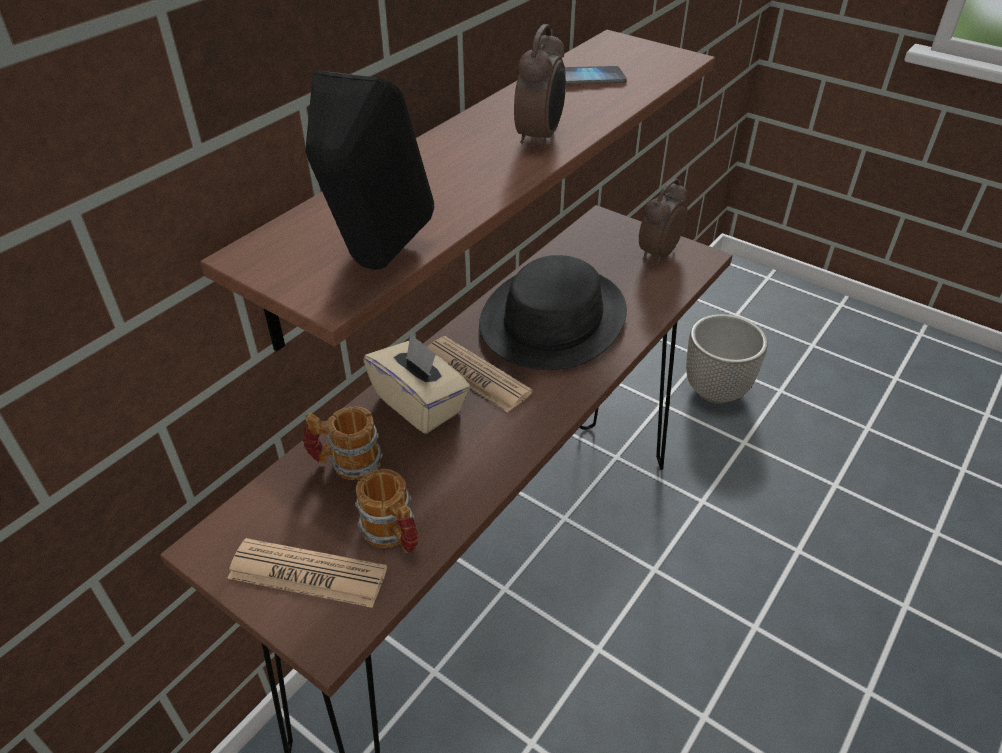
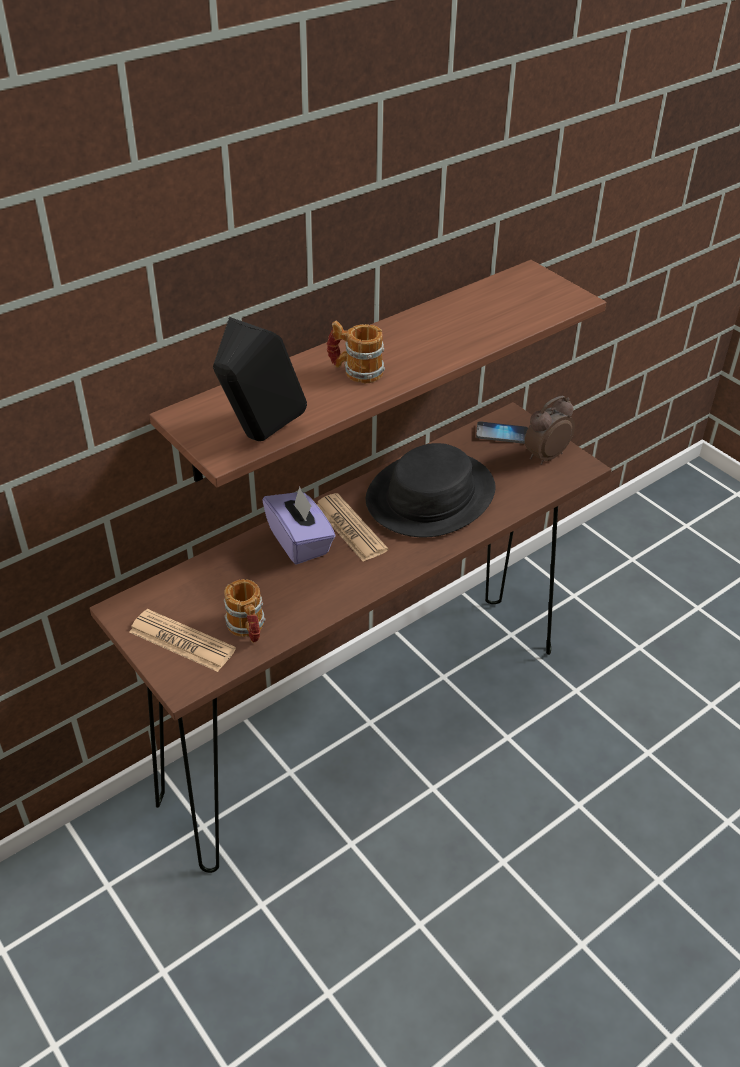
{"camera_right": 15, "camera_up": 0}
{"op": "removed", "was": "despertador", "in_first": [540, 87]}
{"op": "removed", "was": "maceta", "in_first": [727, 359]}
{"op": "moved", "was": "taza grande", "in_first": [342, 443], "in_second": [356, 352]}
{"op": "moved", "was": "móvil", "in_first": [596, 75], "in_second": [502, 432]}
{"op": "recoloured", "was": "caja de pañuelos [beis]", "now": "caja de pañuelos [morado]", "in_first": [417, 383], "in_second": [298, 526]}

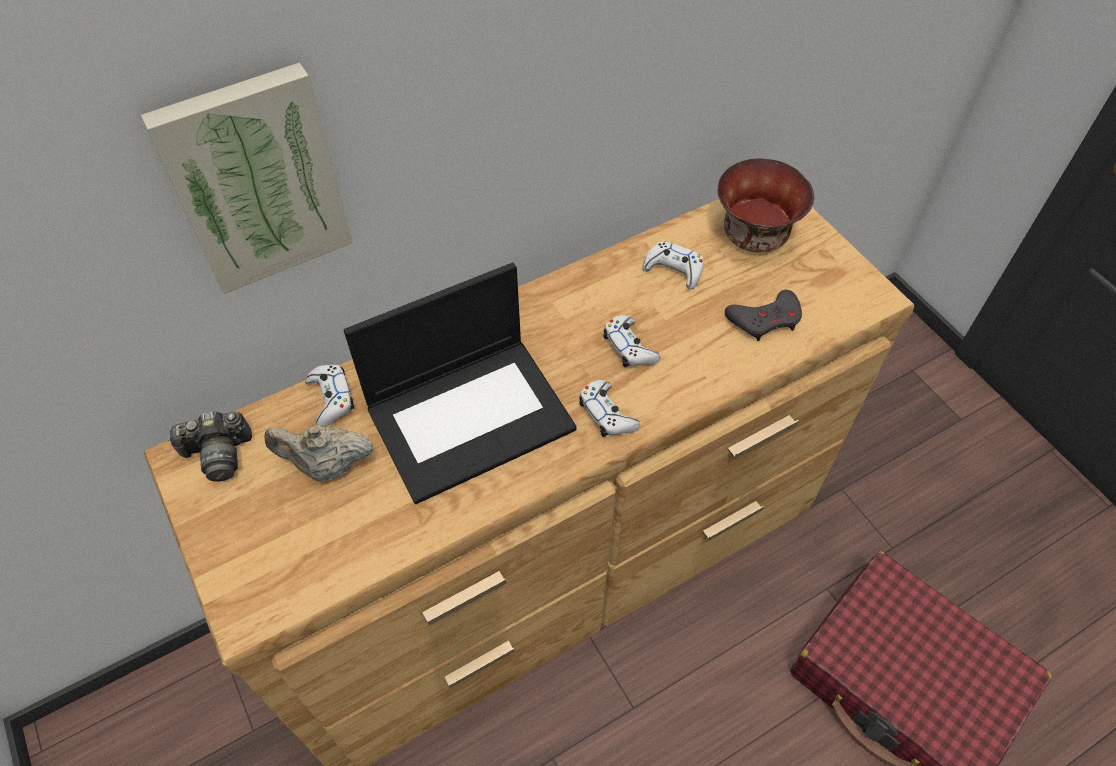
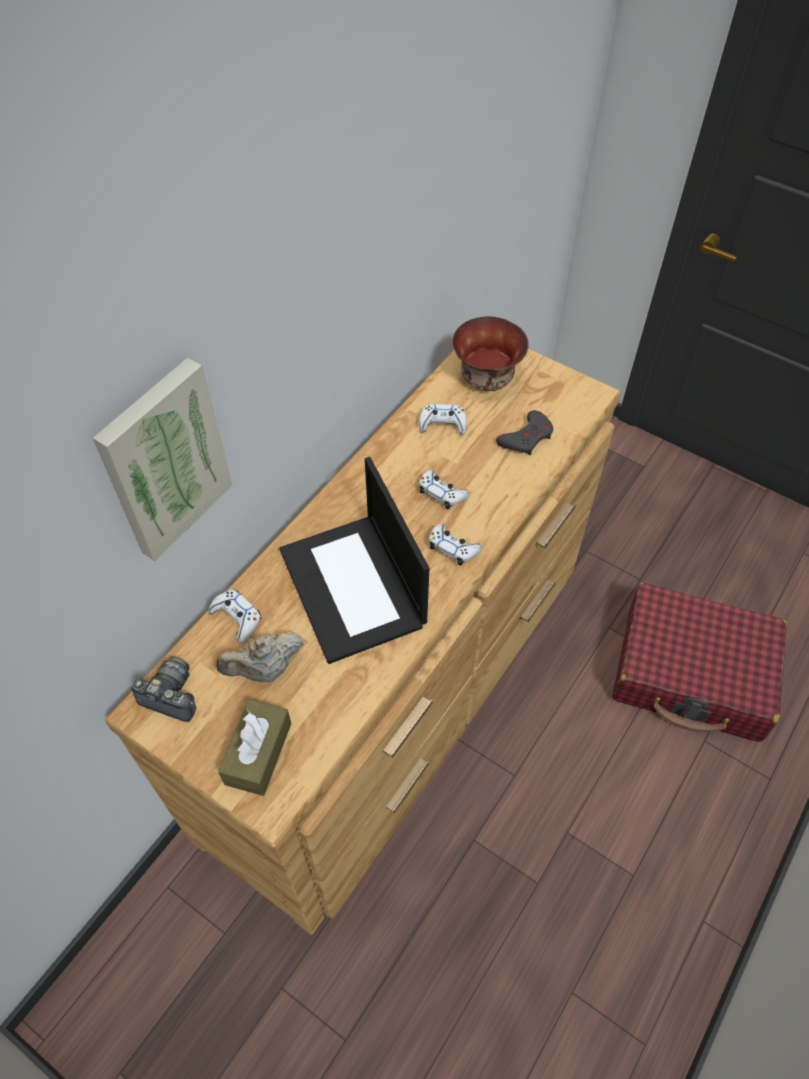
{"camera_right": -25, "camera_up": 0}
{"op": "added", "now": "caja de pañuelos [marrón]", "in_second": [254, 747]}
{"op": "turned", "was": "cámara", "in_first": [210, 446], "in_second": [163, 689], "clockwise": -120}
{"op": "turned", "was": "portátil", "in_first": [460, 383], "in_second": [354, 560], "clockwise": 120}

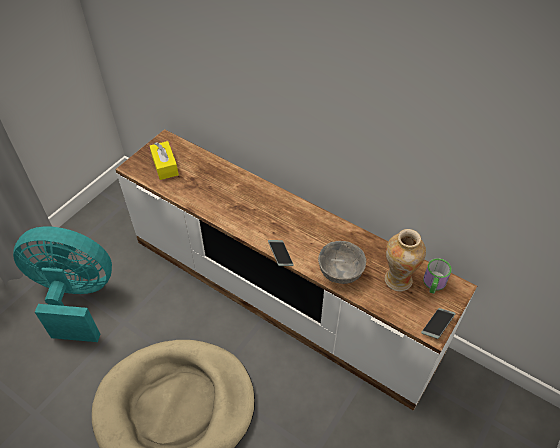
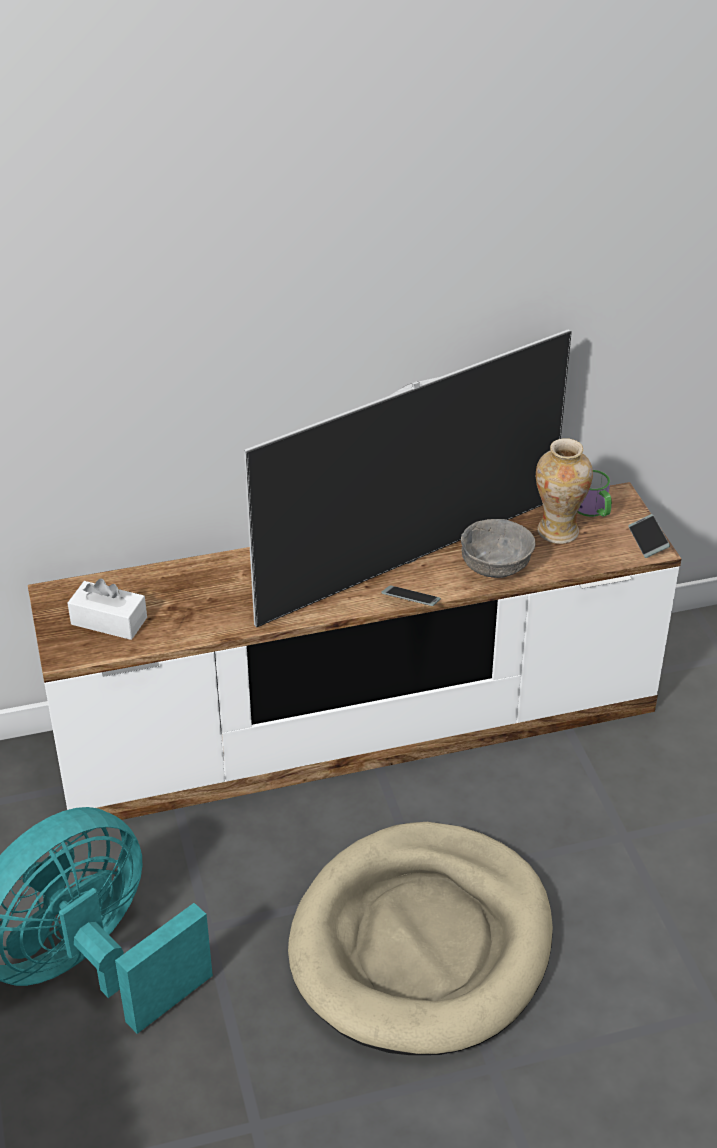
{"camera_right": -50, "camera_up": -10}
{"op": "added", "now": "televisor", "in_second": [408, 478]}
{"op": "recoloured", "was": "caja de pañuelos [amarillo]", "now": "caja de pañuelos [blanco]", "in_first": [164, 160], "in_second": [107, 609]}

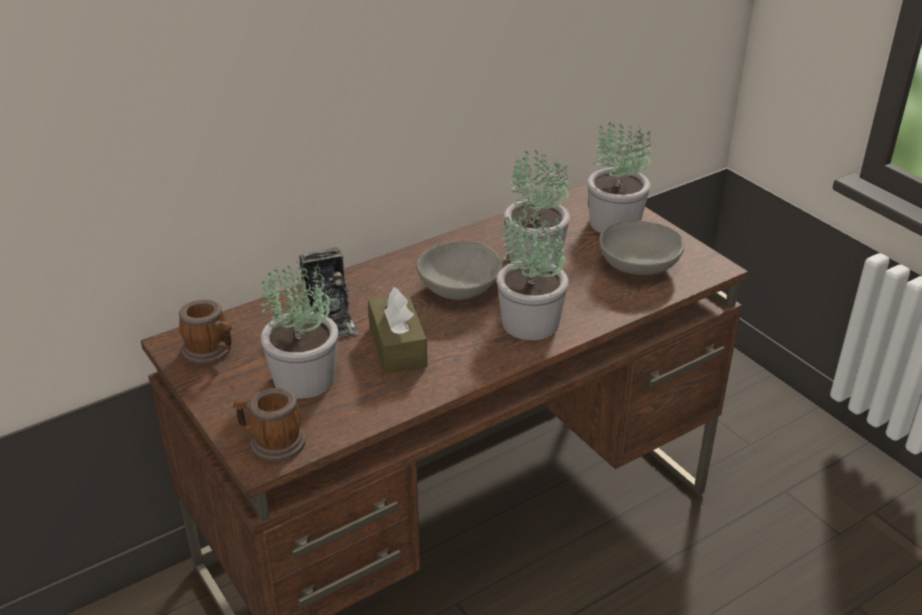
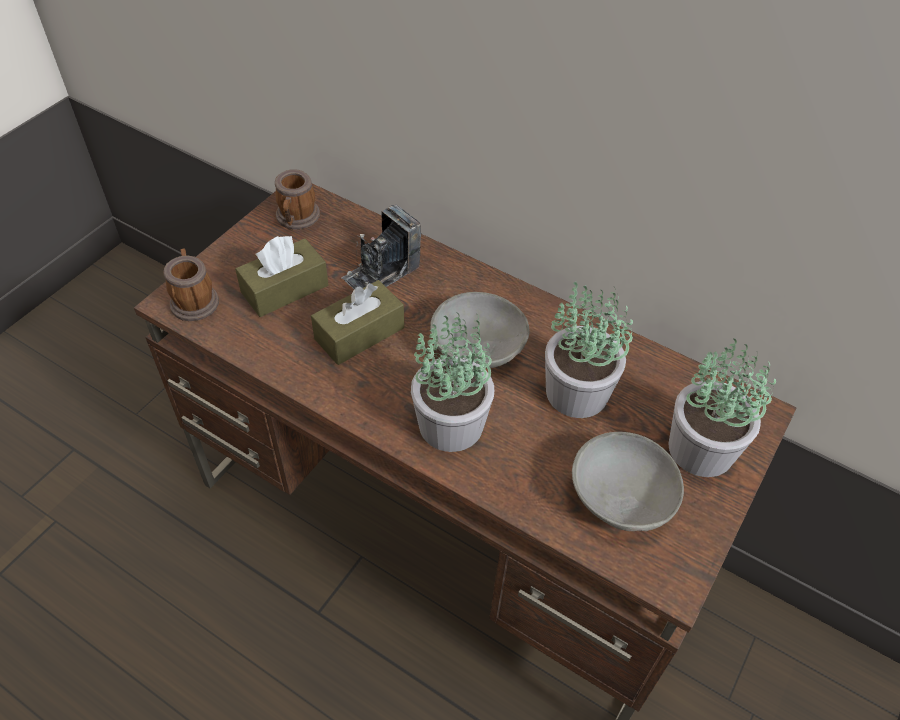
{"camera_right": 65, "camera_up": 15}
{"op": "replaced", "was": "planta en maceta", "now": "caja de pañuelos [marrón]", "in_first": [299, 329], "in_second": [281, 276]}

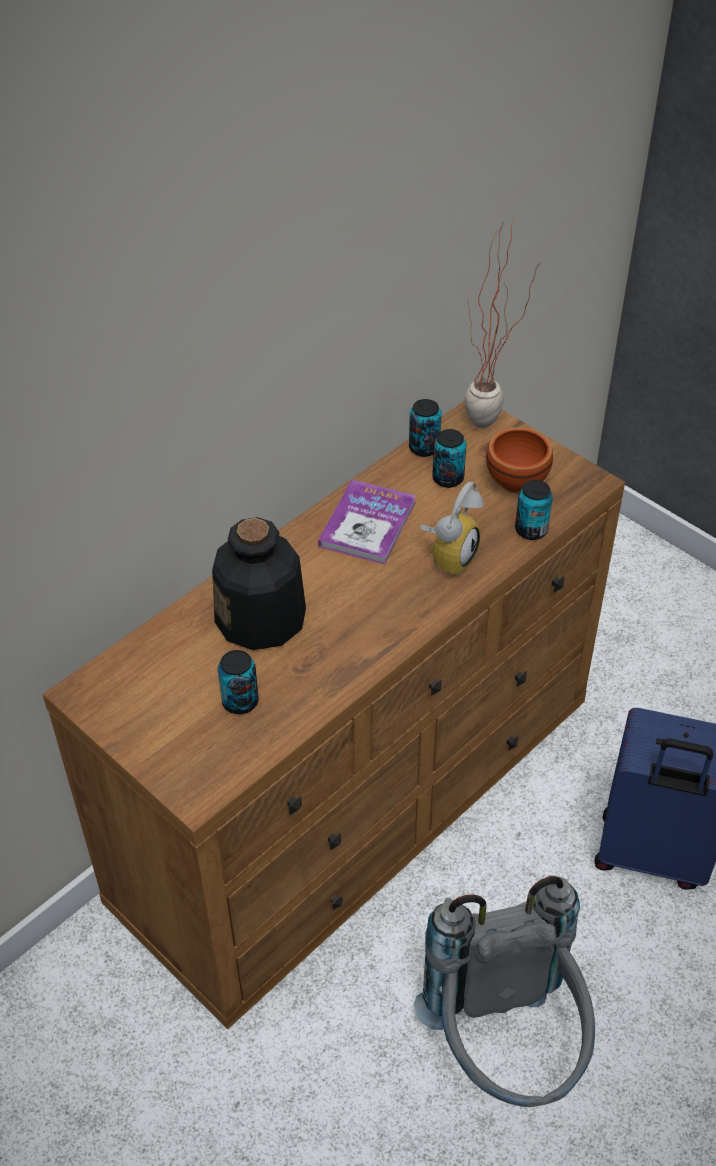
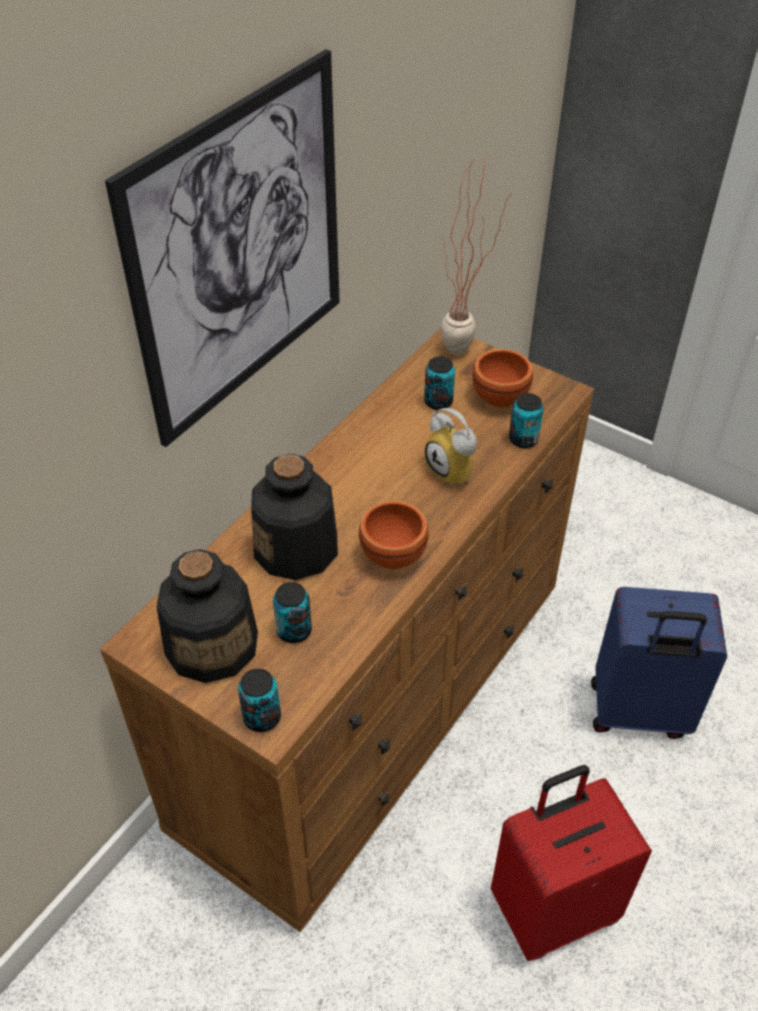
{"camera_right": -10, "camera_up": 0}
{"op": "removed", "was": "libro", "in_first": [367, 522]}
{"op": "added", "now": "cuadro", "in_second": [222, 248]}
{"op": "added", "now": "botella", "in_second": [207, 616]}
{"op": "added", "now": "cuenco [marrón]", "in_second": [394, 535]}
{"op": "moved", "was": "lata", "in_first": [425, 428], "in_second": [259, 700]}
{"op": "replaced", "was": "mochila [gris]", "now": "maleta [rojo]", "in_first": [504, 991], "in_second": [571, 863]}
{"op": "turned", "was": "despertador", "in_first": [452, 529], "in_second": [451, 447], "clockwise": 120}

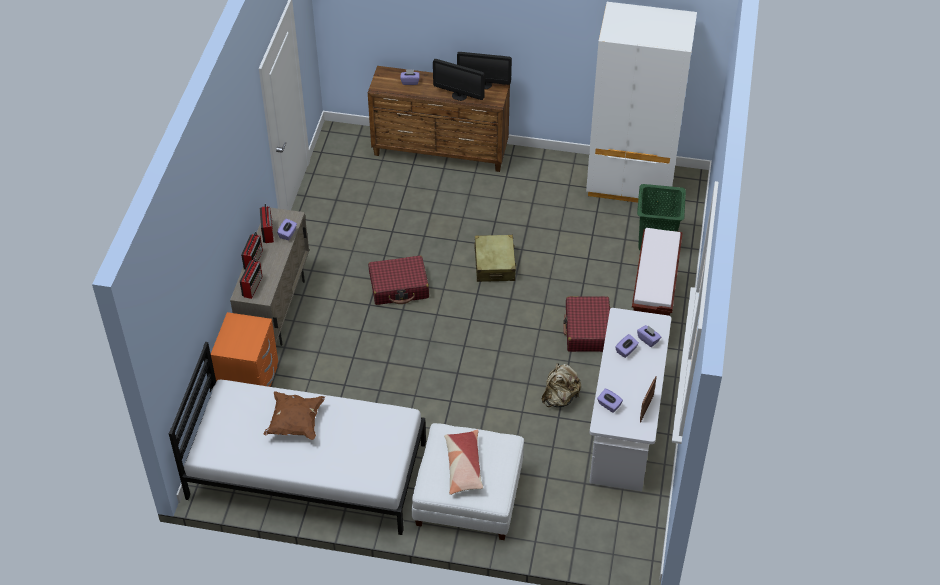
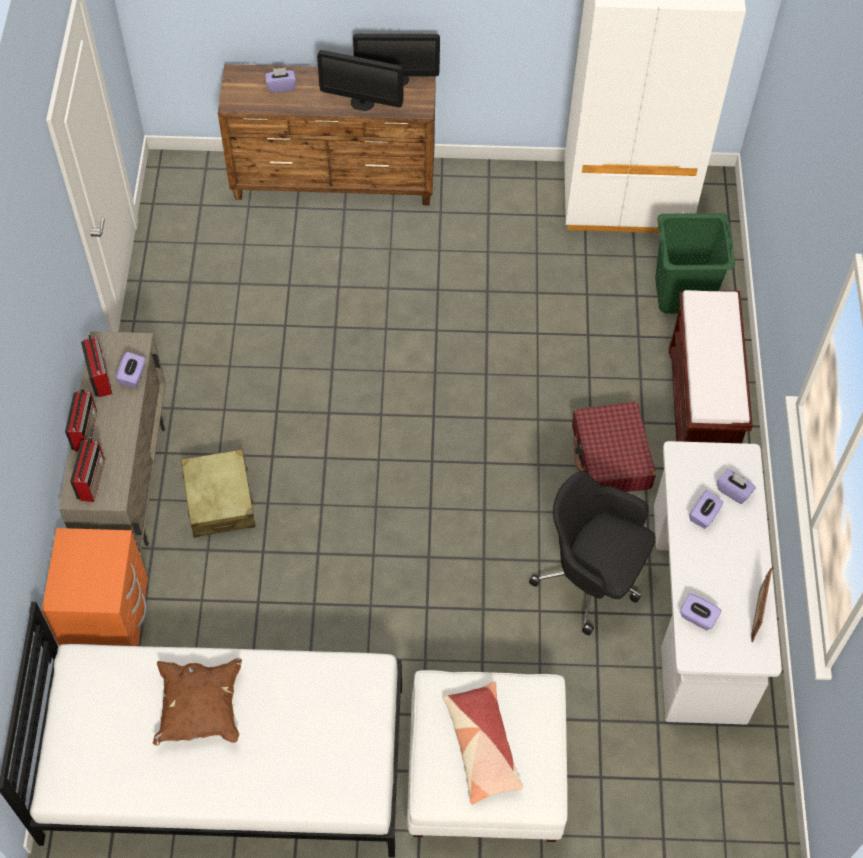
{"camera_right": -10, "camera_up": 10}
{"op": "removed", "was": "maleta [rojo]", "in_first": [398, 280]}
{"op": "moved", "was": "maleta [beis]", "in_first": [495, 258], "in_second": [218, 493]}
{"op": "replaced", "was": "mochila [beis]", "now": "silla de oficina [negro]", "in_first": [561, 385], "in_second": [592, 553]}

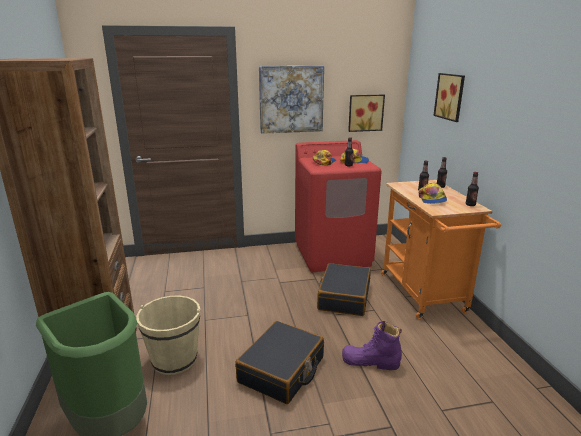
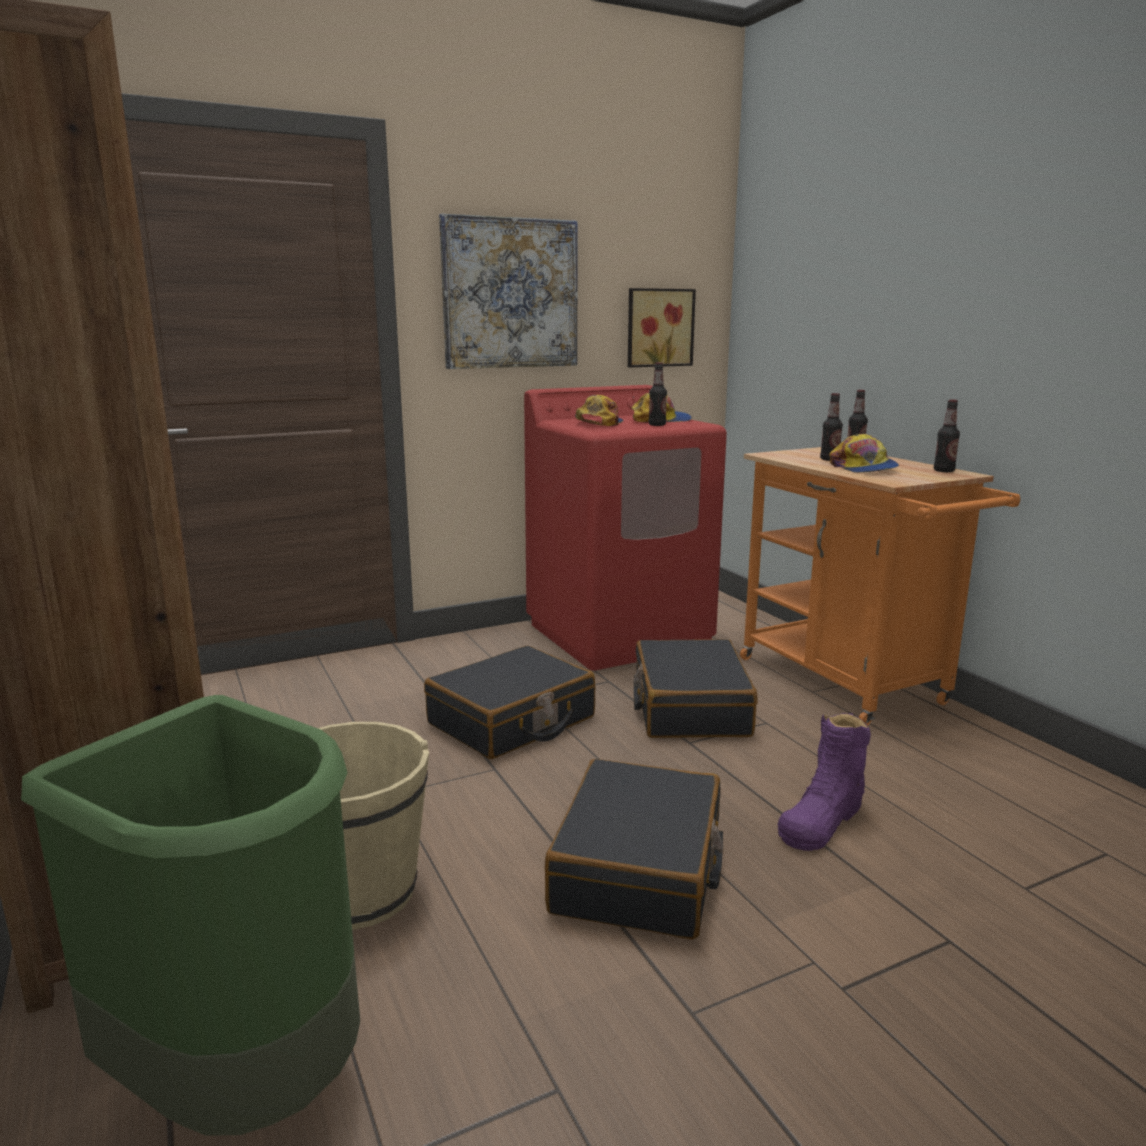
{"camera_right": -15, "camera_up": -5}
{"op": "removed", "was": "cuadro", "in_first": [449, 97]}
{"op": "added", "now": "maleta [negro]", "in_second": [509, 702]}
{"op": "turned", "was": "bota [morado]", "in_first": [372, 345], "in_second": [824, 782], "clockwise": -45}

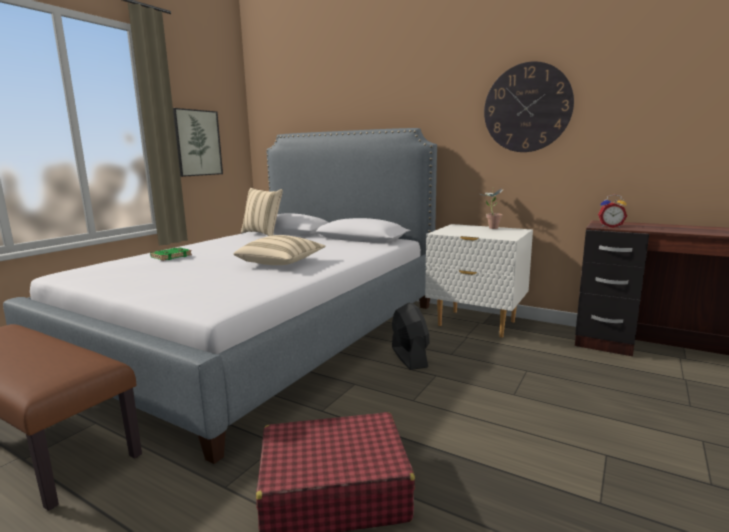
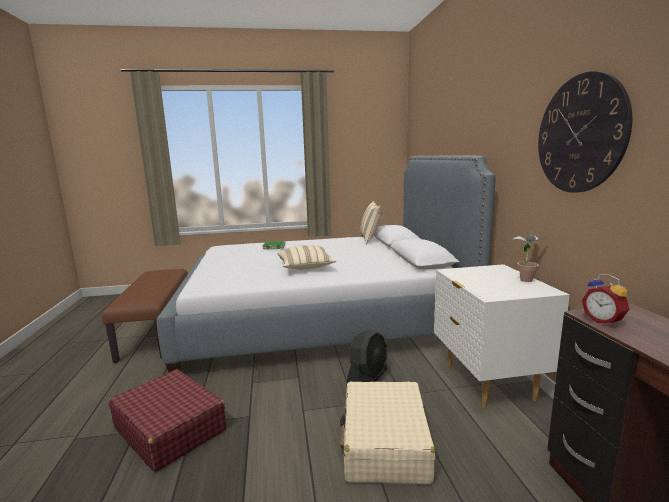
{"camera_right": 50, "camera_up": 0}
{"op": "removed", "was": "cuadro", "in_first": [198, 142]}
{"op": "added", "now": "maleta [beis]", "in_second": [388, 433]}

